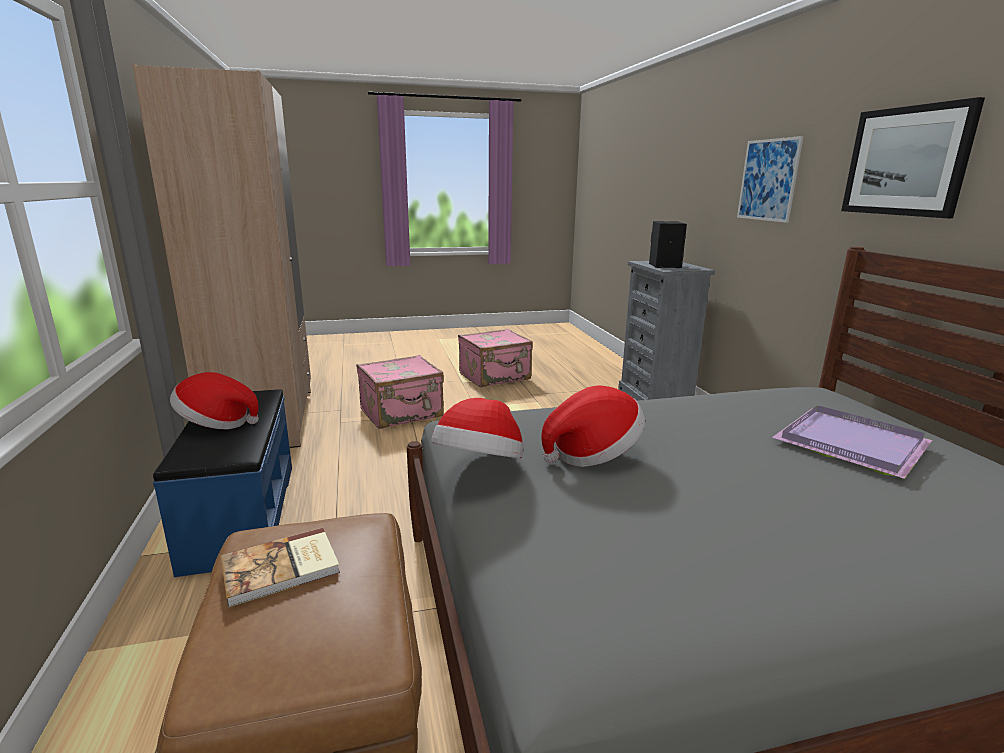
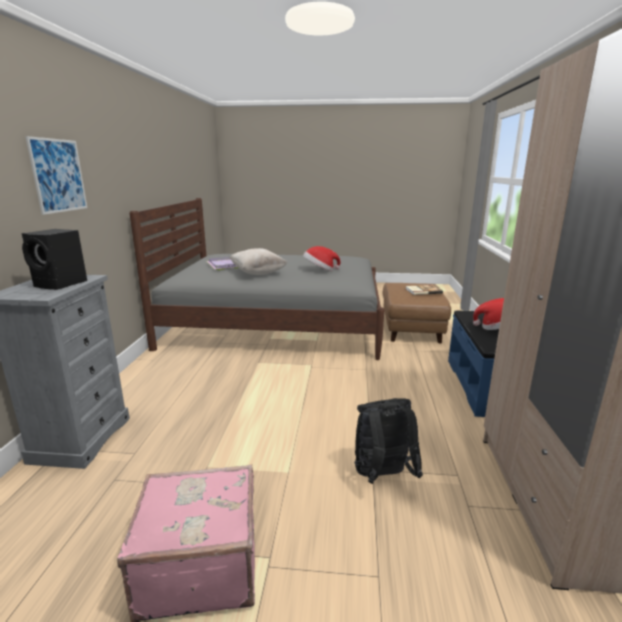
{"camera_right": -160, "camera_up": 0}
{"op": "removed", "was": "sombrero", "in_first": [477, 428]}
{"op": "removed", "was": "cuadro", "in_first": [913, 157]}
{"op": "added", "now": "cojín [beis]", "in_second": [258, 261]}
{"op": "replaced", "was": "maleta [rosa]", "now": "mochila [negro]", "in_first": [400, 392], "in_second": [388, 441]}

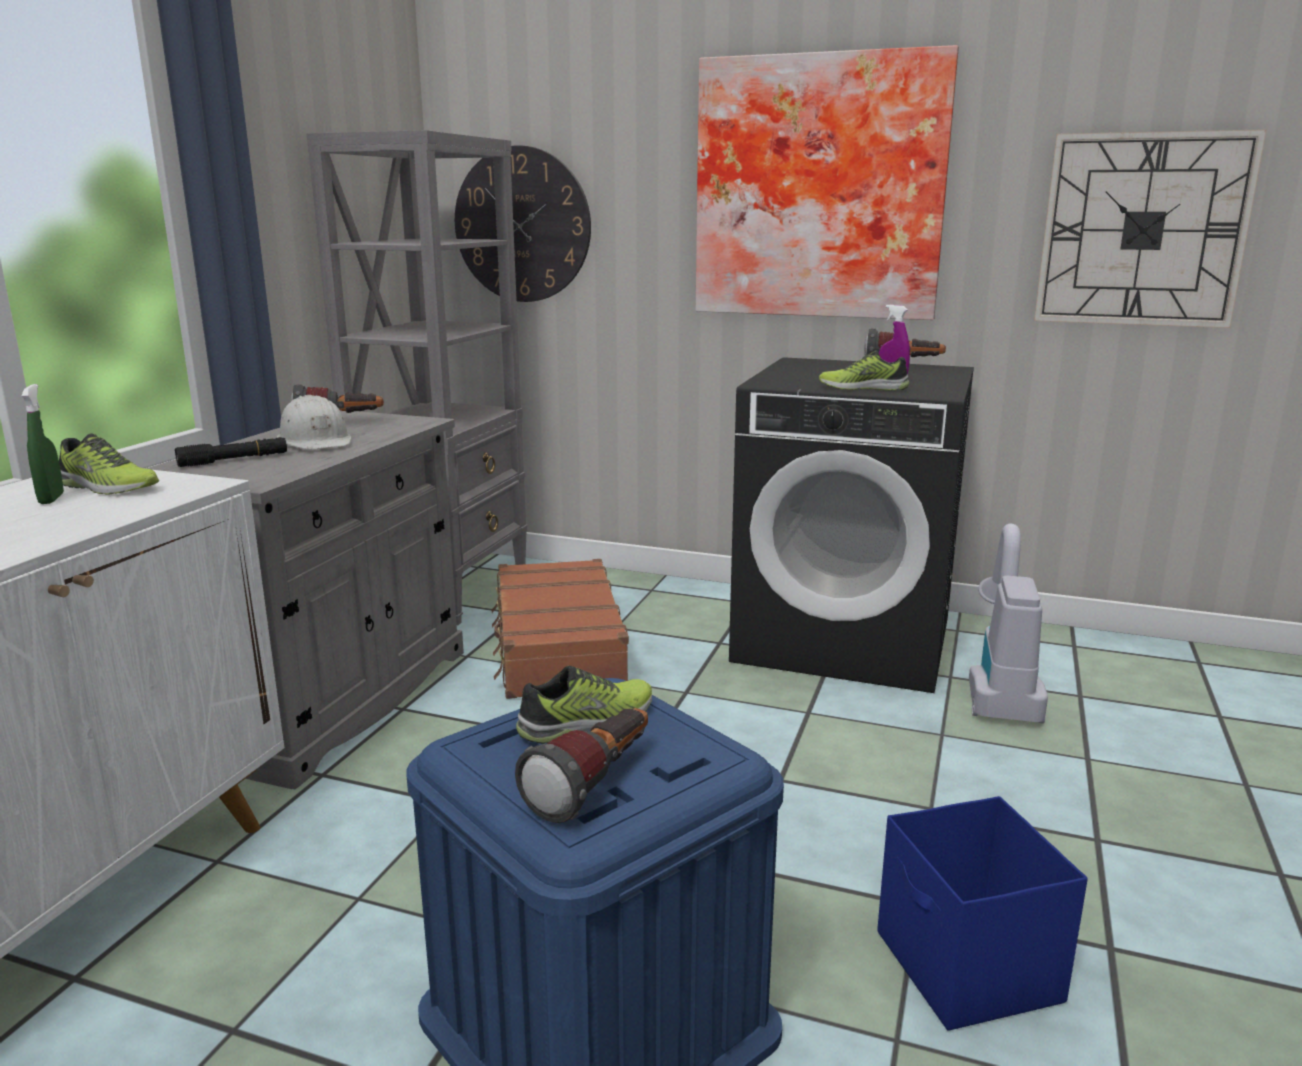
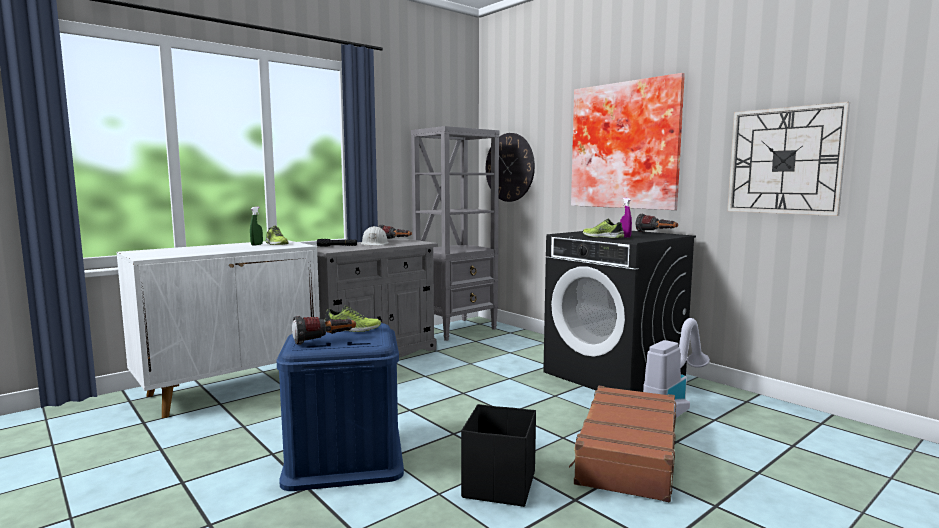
{"camera_right": 30, "camera_up": -10}
{"op": "moved", "was": "maleta [marrón]", "in_first": [560, 629], "in_second": [622, 444]}
{"op": "recoloured", "was": "caja de almacenaje [azul]", "now": "caja de almacenaje [negro]", "in_first": [983, 913], "in_second": [498, 455]}

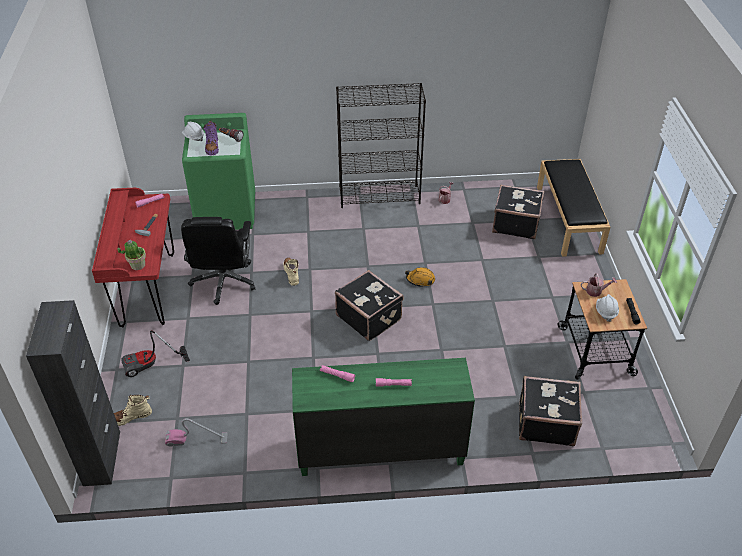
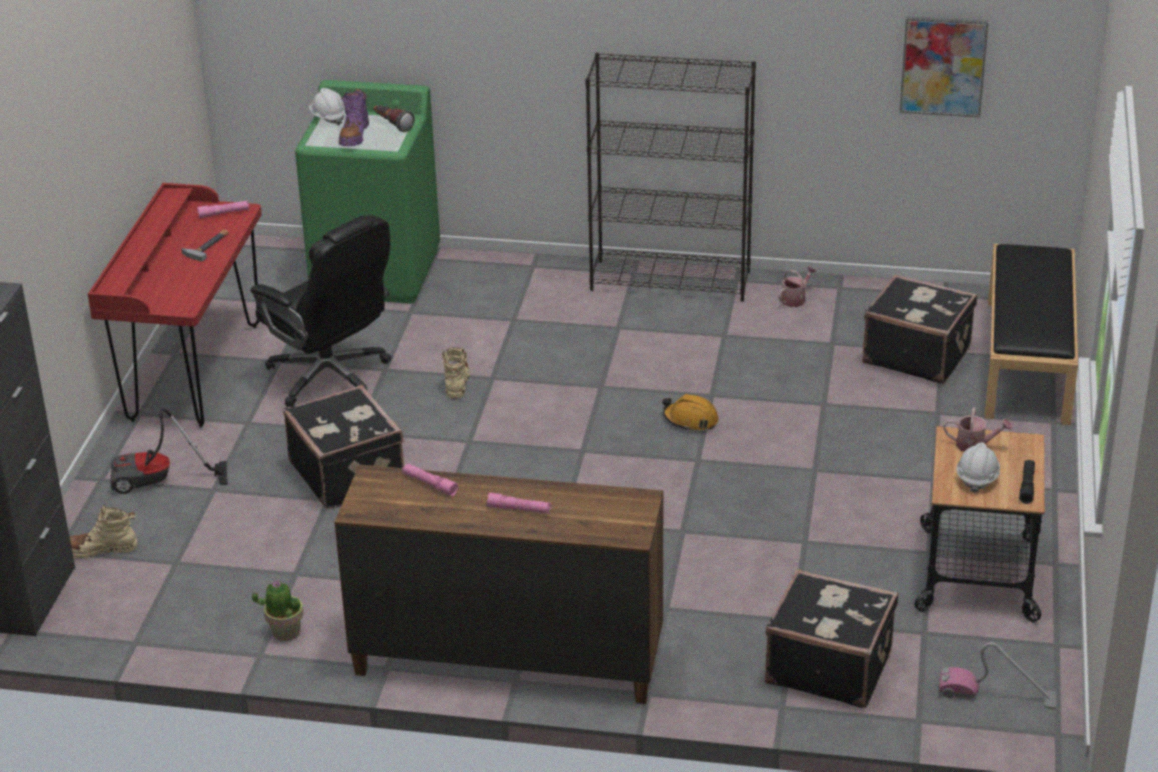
{"camera_right": 15, "camera_up": -10}
{"op": "added", "now": "cuadro", "in_second": [944, 67]}
{"op": "moved", "was": "planta en maceta", "in_first": [131, 255], "in_second": [278, 610]}
{"op": "moved", "was": "aspiradora", "in_first": [196, 432], "in_second": [997, 675]}
{"op": "moved", "was": "maleta [negro]", "in_first": [369, 305], "in_second": [343, 447]}
{"op": "recoloured", "was": "cómoda [verde]", "now": "cómoda [marrón]", "in_first": [383, 417], "in_second": [498, 584]}
{"op": "turned", "was": "silla de oficina [negro]", "in_first": [218, 261], "in_second": [321, 311], "clockwise": -60}

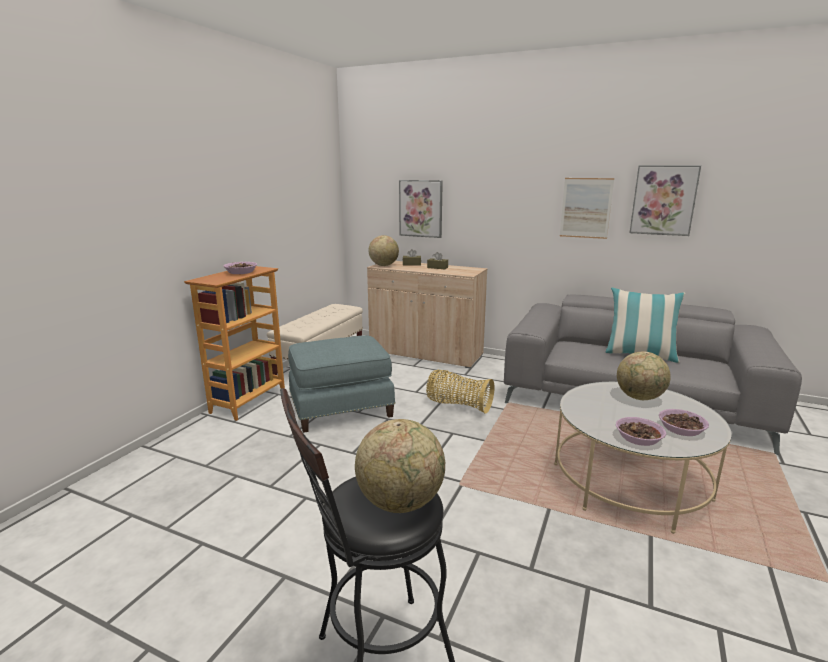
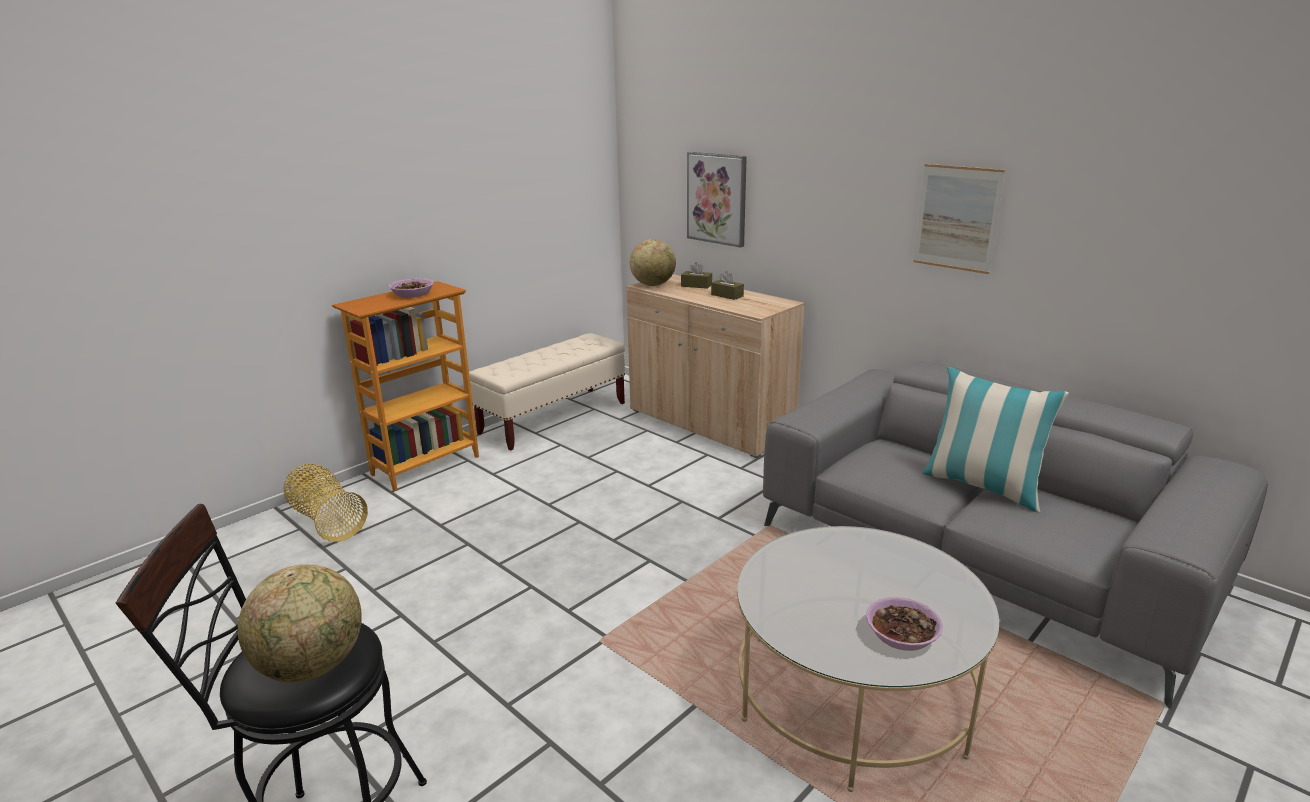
{"camera_right": 20, "camera_up": 5}
{"op": "removed", "was": "puf [azul]", "in_first": [342, 384]}
{"op": "removed", "was": "cuenco", "in_first": [641, 431]}
{"op": "removed", "was": "globo terráqueo", "in_first": [644, 376]}
{"op": "removed", "was": "cuadro", "in_first": [665, 200]}
{"op": "moved", "was": "cesta", "in_first": [460, 391], "in_second": [325, 503]}

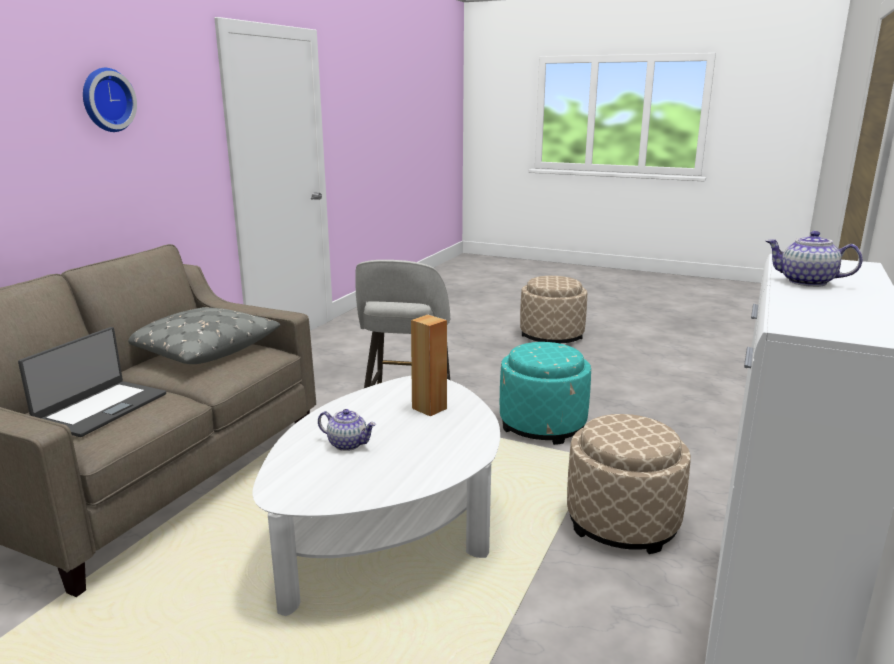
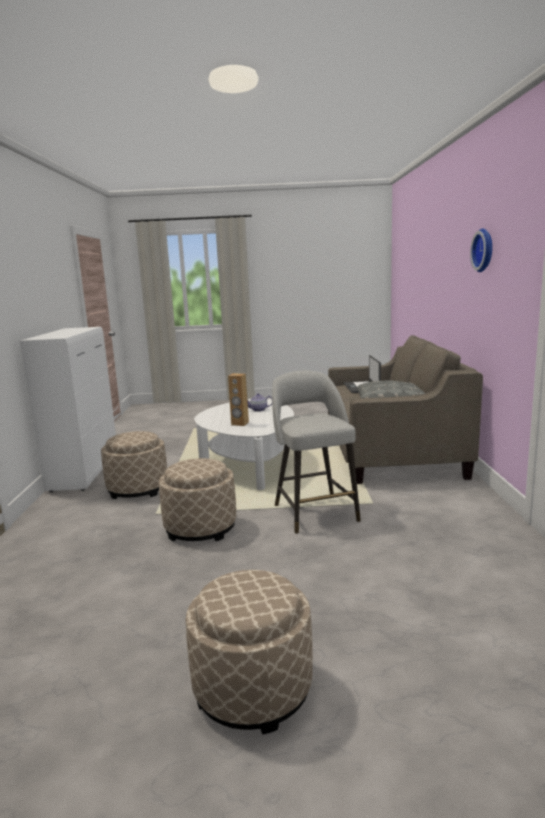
{"camera_right": 155, "camera_up": -5}
{"op": "removed", "was": "tetera", "in_first": [814, 259]}
{"op": "recoloured", "was": "puf [turquesa]", "now": "puf [beis]", "in_first": [545, 393], "in_second": [197, 499]}

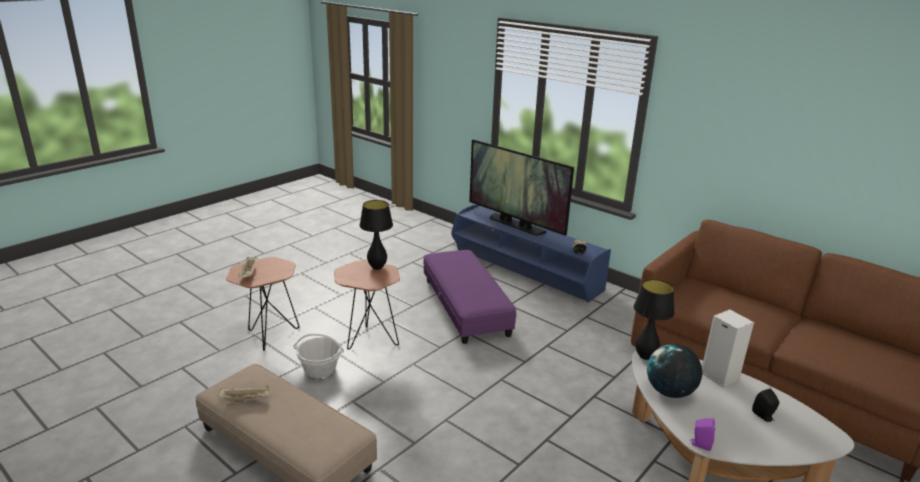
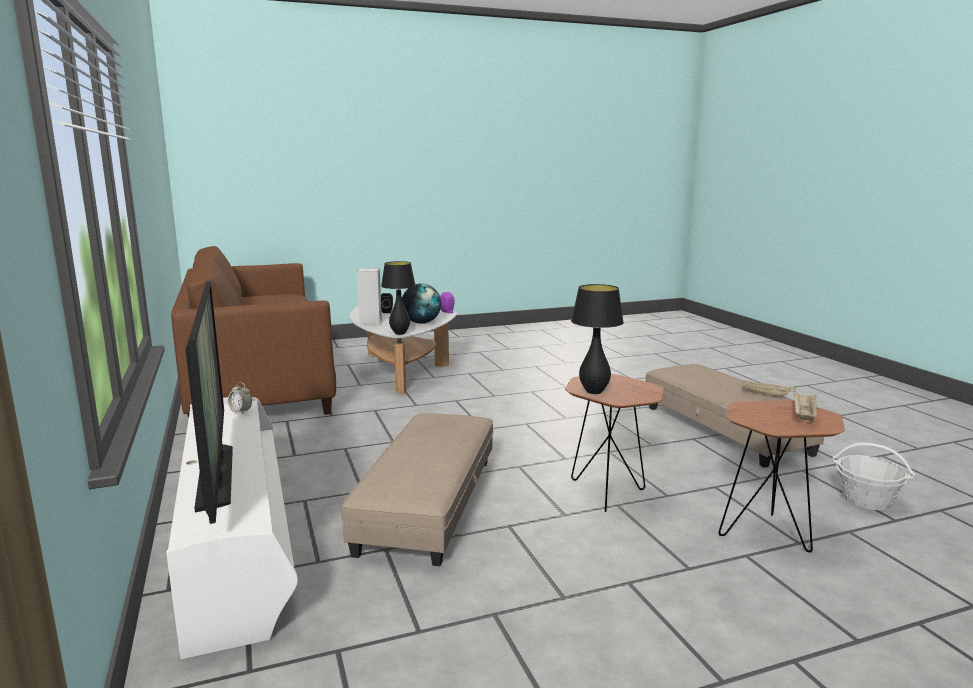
{"camera_right": -150, "camera_up": -10}
{"op": "moved", "was": "cesta", "in_first": [319, 356], "in_second": [873, 476]}
{"op": "recoloured", "was": "puf [morado]", "now": "puf [beis]", "in_first": [469, 297], "in_second": [418, 489]}
{"op": "recoloured", "was": "mueble de televisión [azul]", "now": "mueble de televisión [blanco]", "in_first": [531, 253], "in_second": [232, 528]}

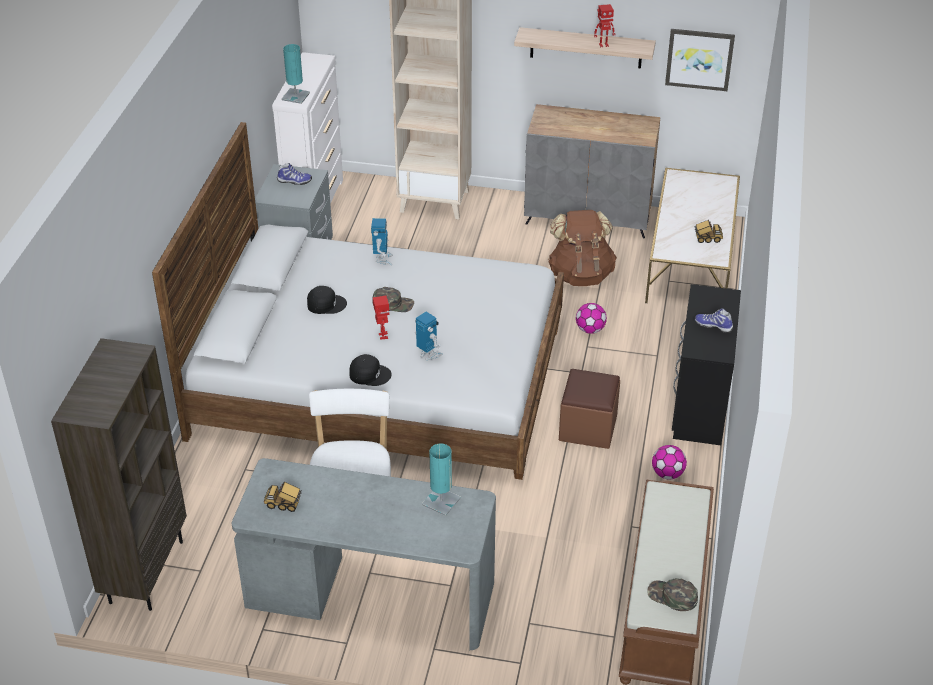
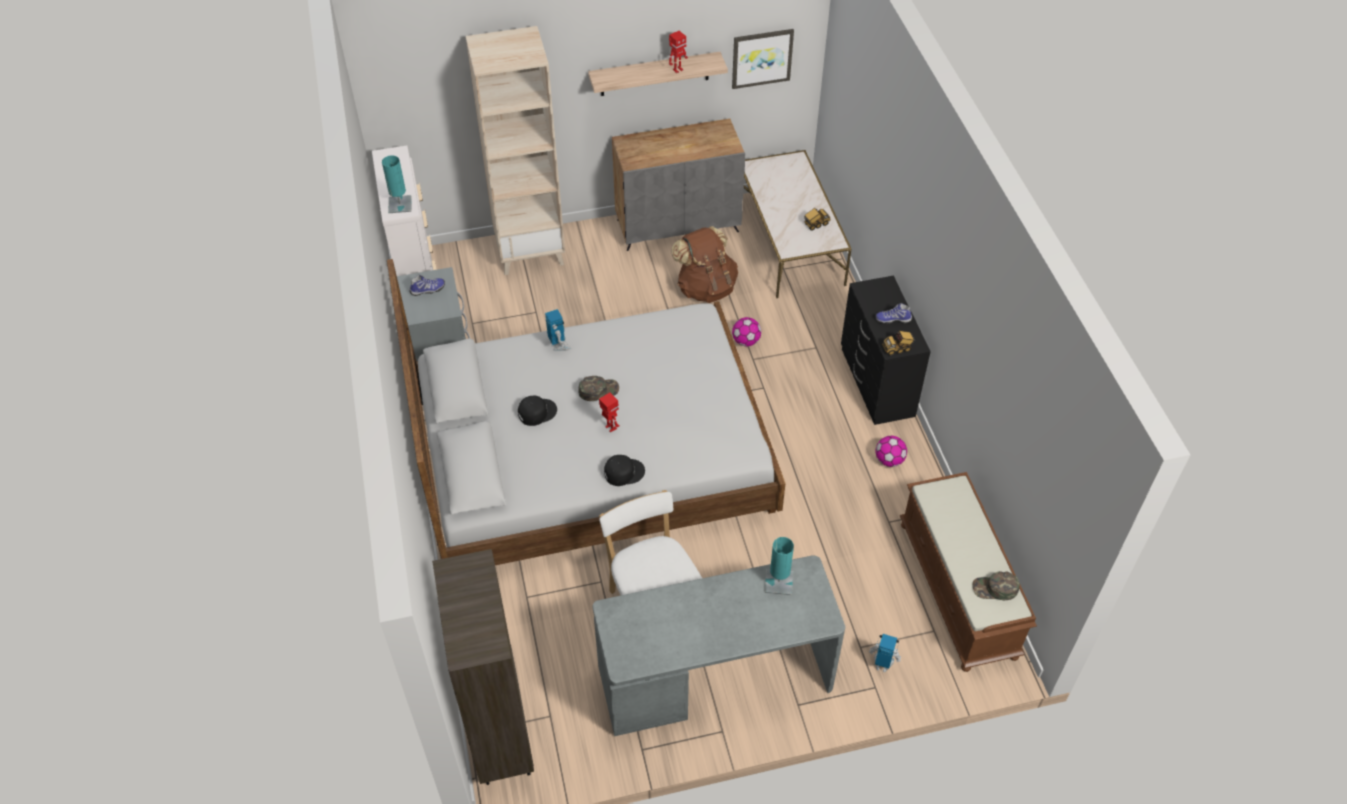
{"camera_right": -25, "camera_up": 10}
{"op": "removed", "was": "puf [marrón]", "in_first": [589, 409]}
{"op": "moved", "was": "camión de juguete", "in_first": [283, 497], "in_second": [898, 343]}
{"op": "moved", "was": "robot de juguete", "in_first": [429, 336], "in_second": [885, 653]}

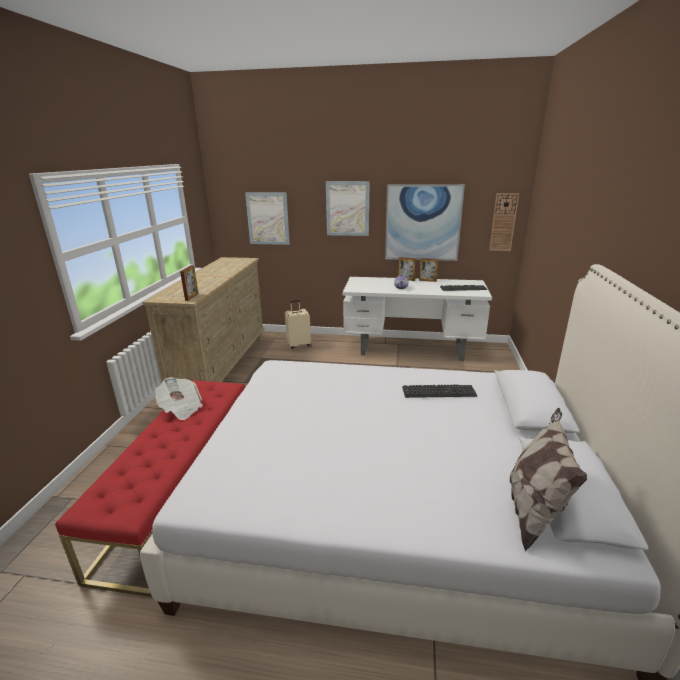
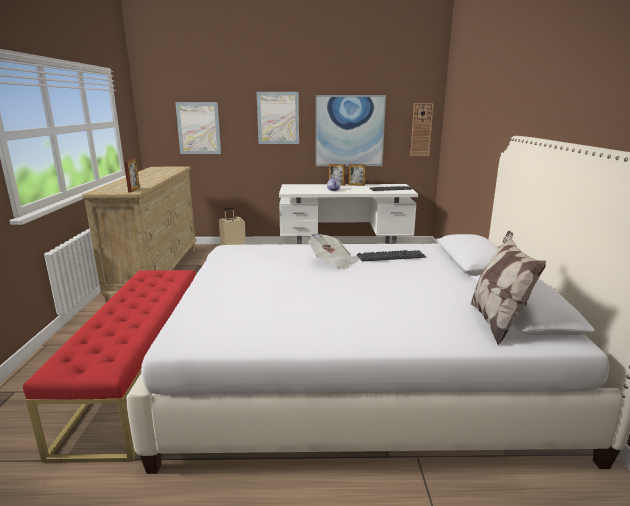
{"camera_right": -10, "camera_up": -5}
{"op": "moved", "was": "periódico", "in_first": [179, 398], "in_second": [331, 251]}

